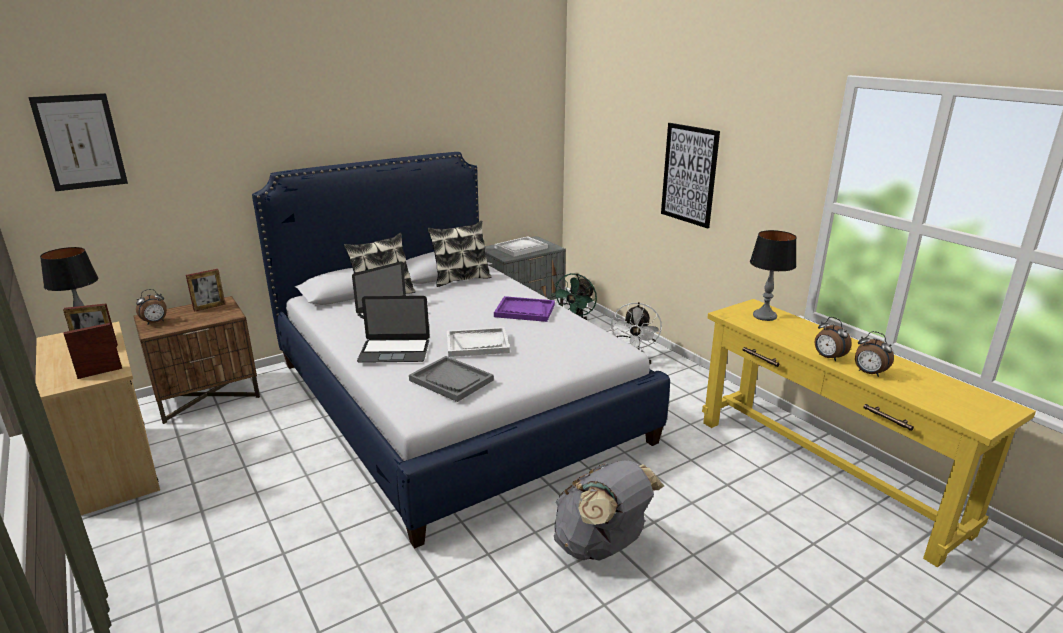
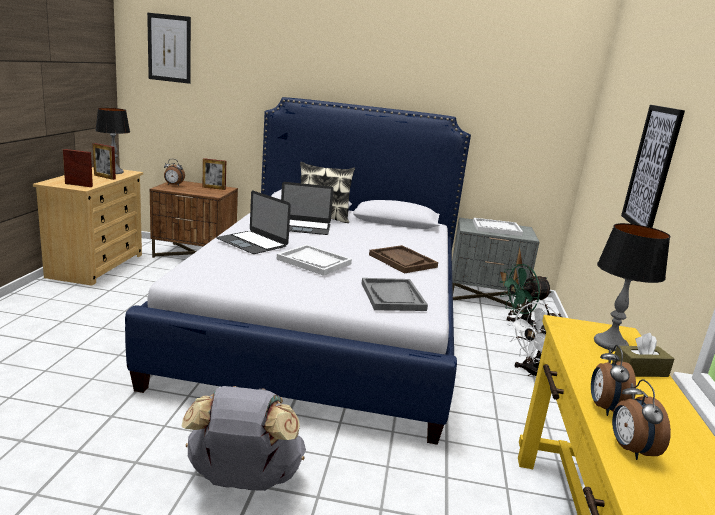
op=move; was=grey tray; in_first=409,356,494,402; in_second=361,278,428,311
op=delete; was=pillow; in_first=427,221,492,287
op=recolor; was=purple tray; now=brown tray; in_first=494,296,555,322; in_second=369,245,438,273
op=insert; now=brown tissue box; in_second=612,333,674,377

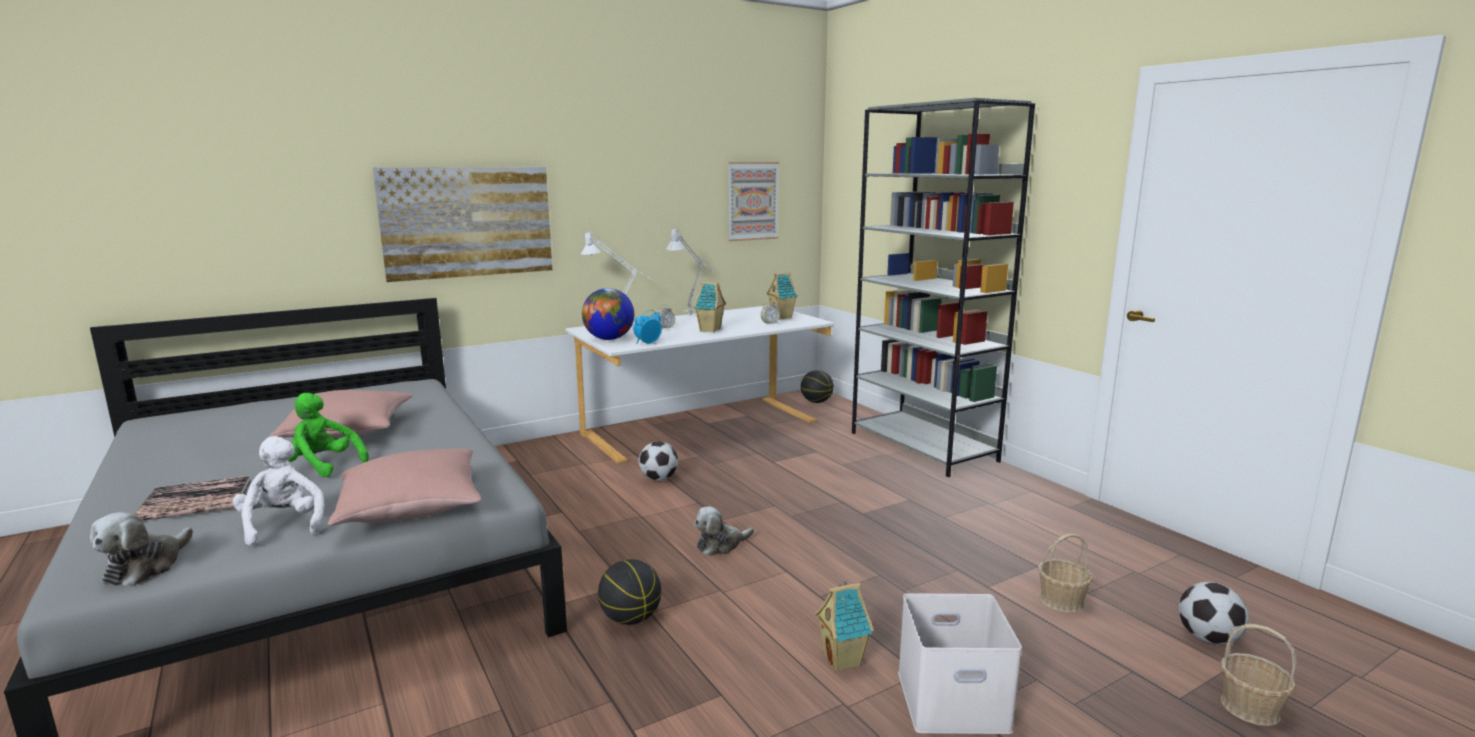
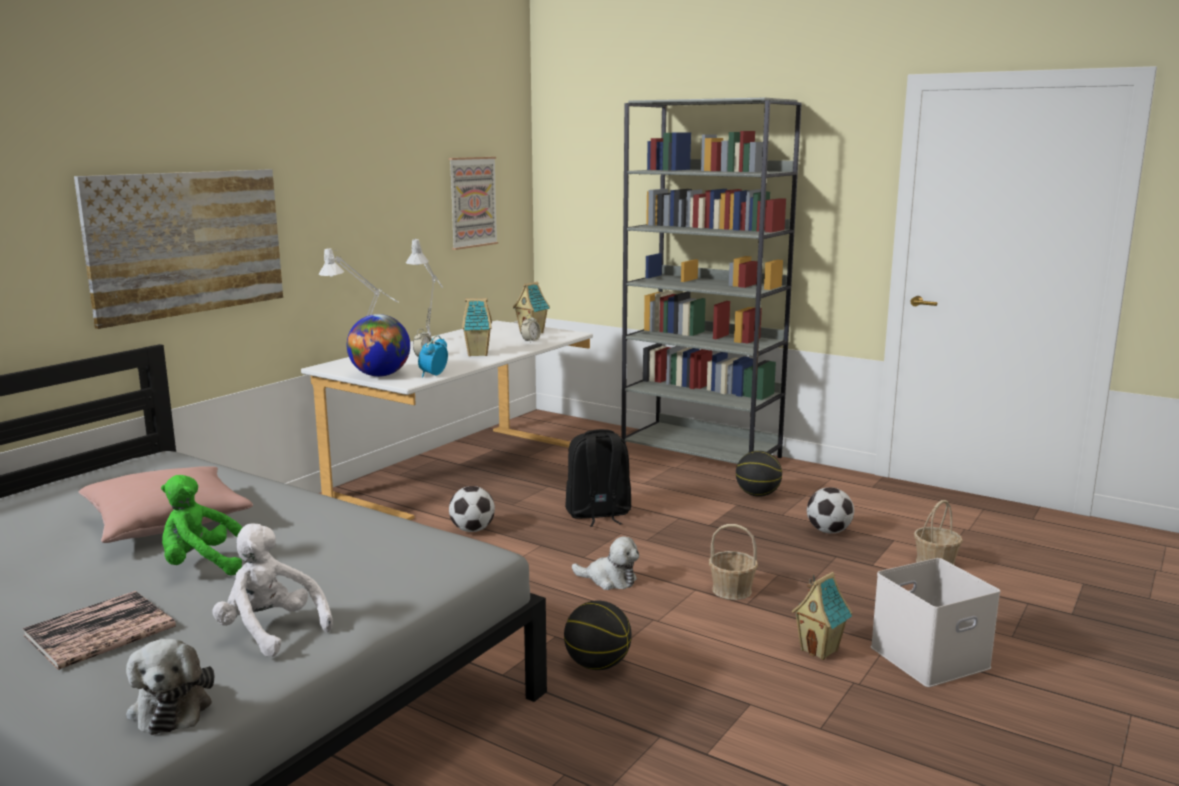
op=delete; was=pink pillow; in_first=328,449,482,526
op=rotate; was=plush toy; in_first=694,507,754,556; in_second=572,536,639,590; clockwise=-105
op=move; was=basketball; in_first=801,370,834,403; in_second=736,451,782,497
op=move; was=football; in_first=1179,582,1249,645; in_second=807,487,854,534
op=move; was=basket; in_first=1220,624,1297,726; in_second=709,524,758,600
op=insert; now=black backpack; in_second=565,429,631,527

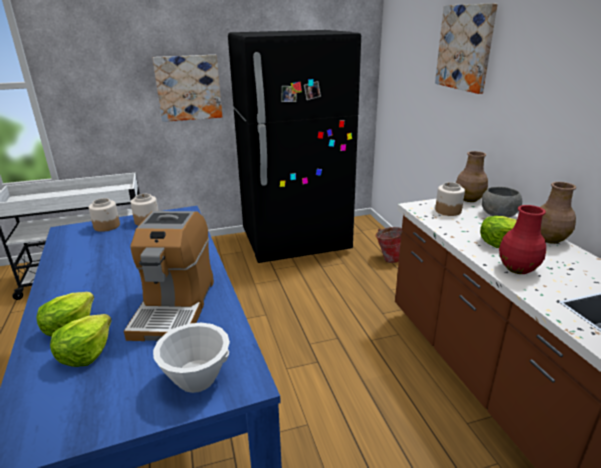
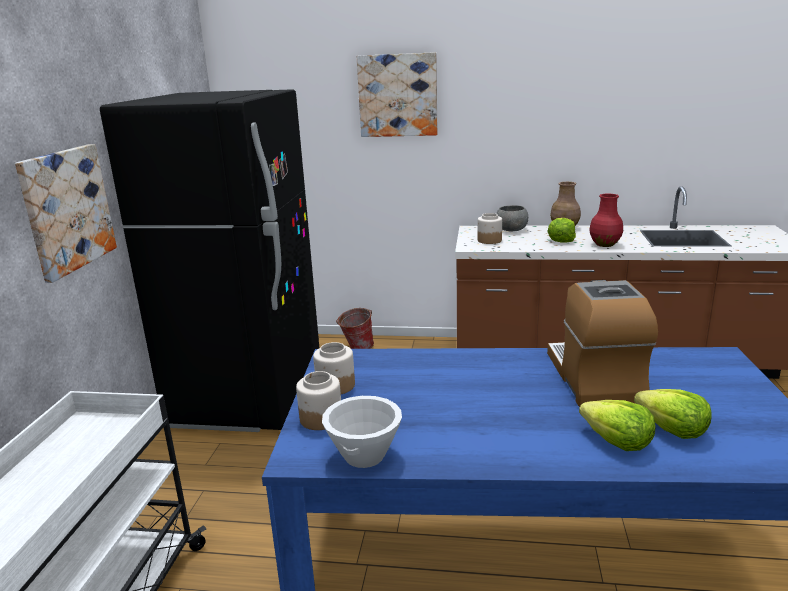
op=rotate; was=coffee machine; in_first=124,211,214,341; in_second=547,280,658,407; clockwise=-120
op=move; was=white bowl; in_first=153,323,230,393; in_second=322,396,402,468
op=delete; was=brown vase; in_first=456,151,488,202

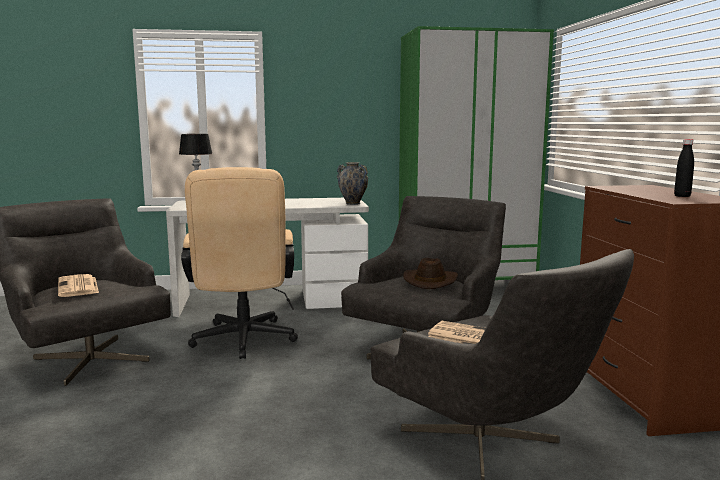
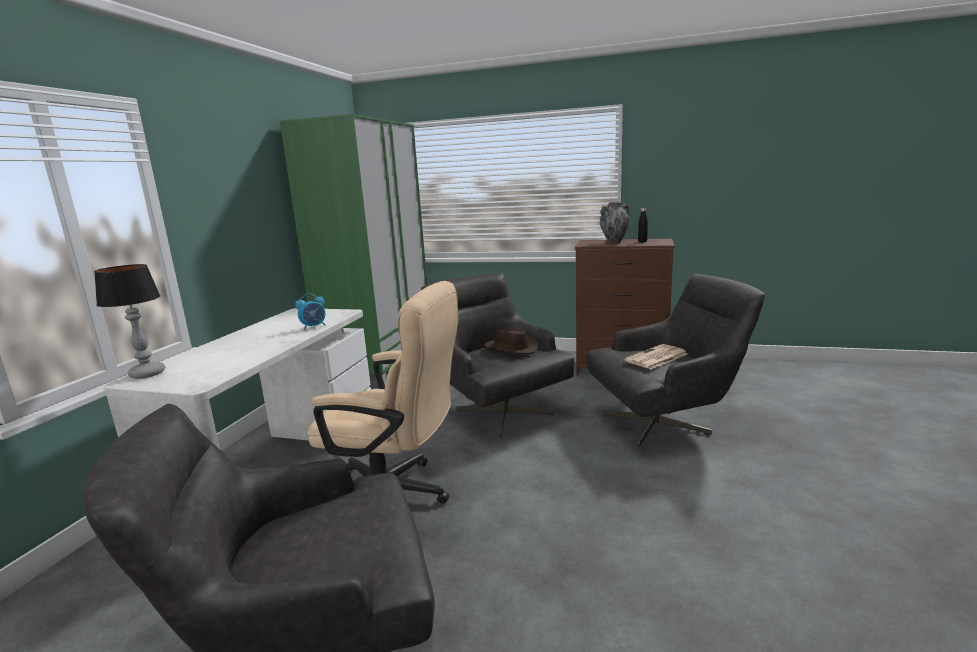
op=delete; was=newspaper; in_first=58,274,99,297
op=move; was=vase; in_first=337,162,368,205; in_second=600,202,630,244
op=insert; now=alarm clock; in_second=295,293,326,330

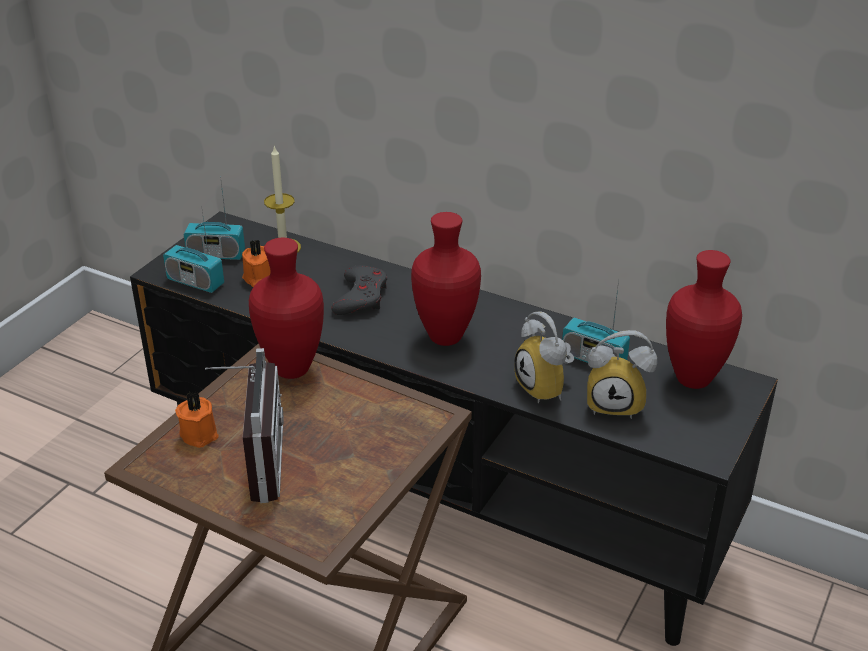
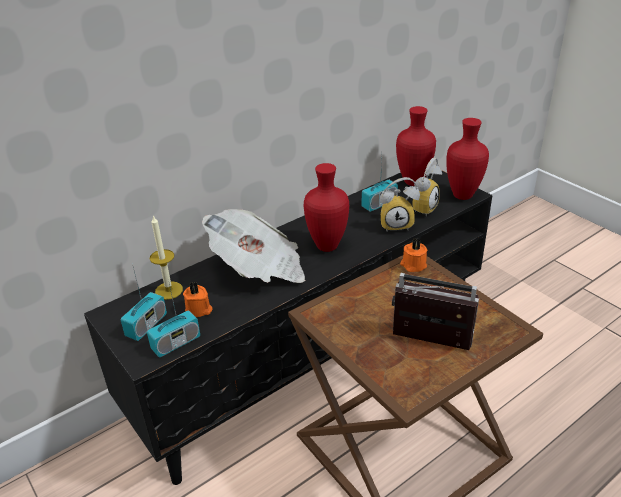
op=move; was=orange candle; in_first=175,391,219,448; in_second=400,238,427,272
op=move; was=red vase; in_first=249,238,324,379; in_second=446,118,489,200
op=replace; was=grey game controller; now=newspaper; in_first=331,265,387,315; in_second=202,209,305,283

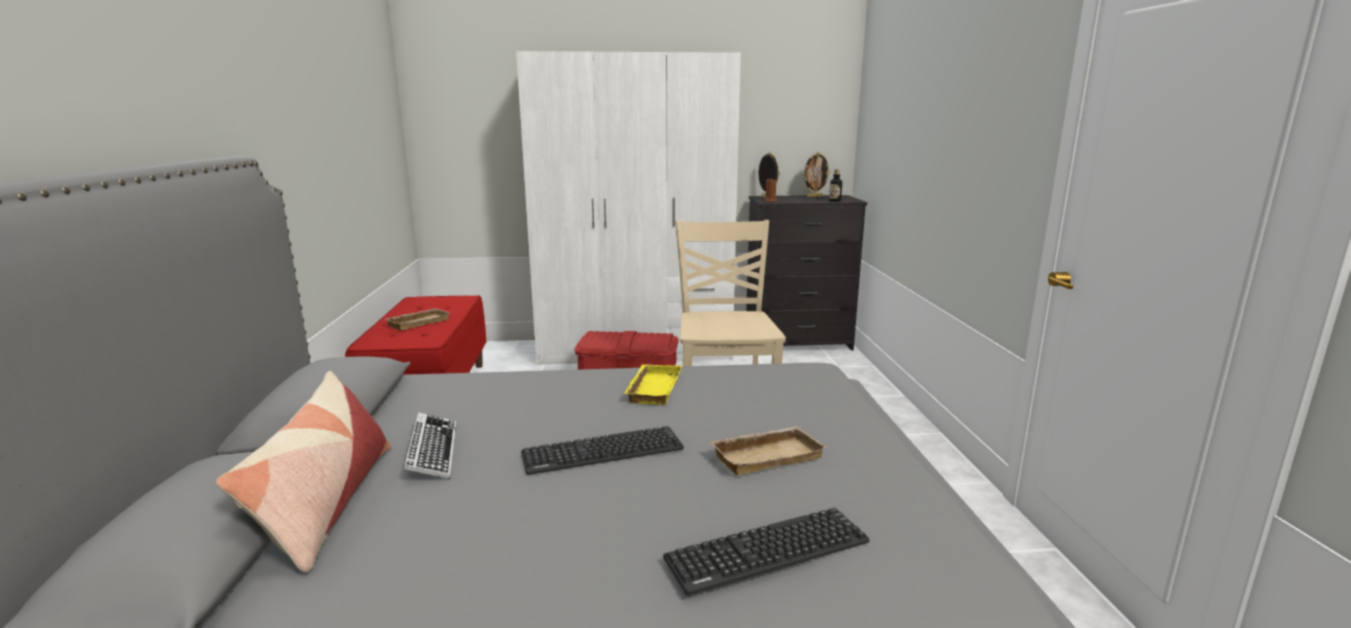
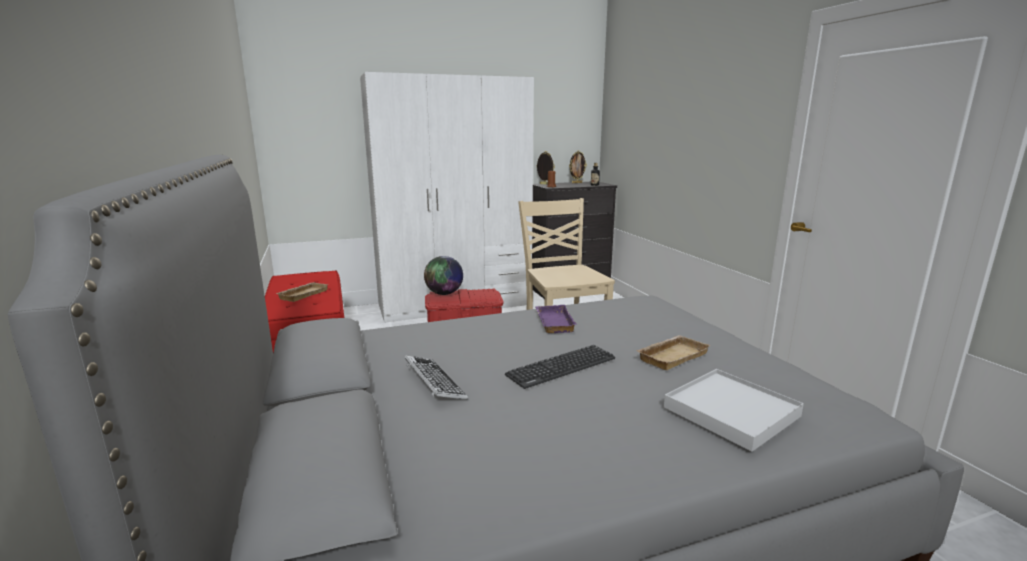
op=delete; was=pillow; in_first=216,371,391,573
op=recolor; was=yellow tray; now=purple tray; in_first=624,364,682,405; in_second=535,305,576,333
op=replace; was=keyboard; now=white tray; in_first=663,508,870,595; in_second=664,369,804,452
op=insert; now=globe; in_second=424,256,463,295

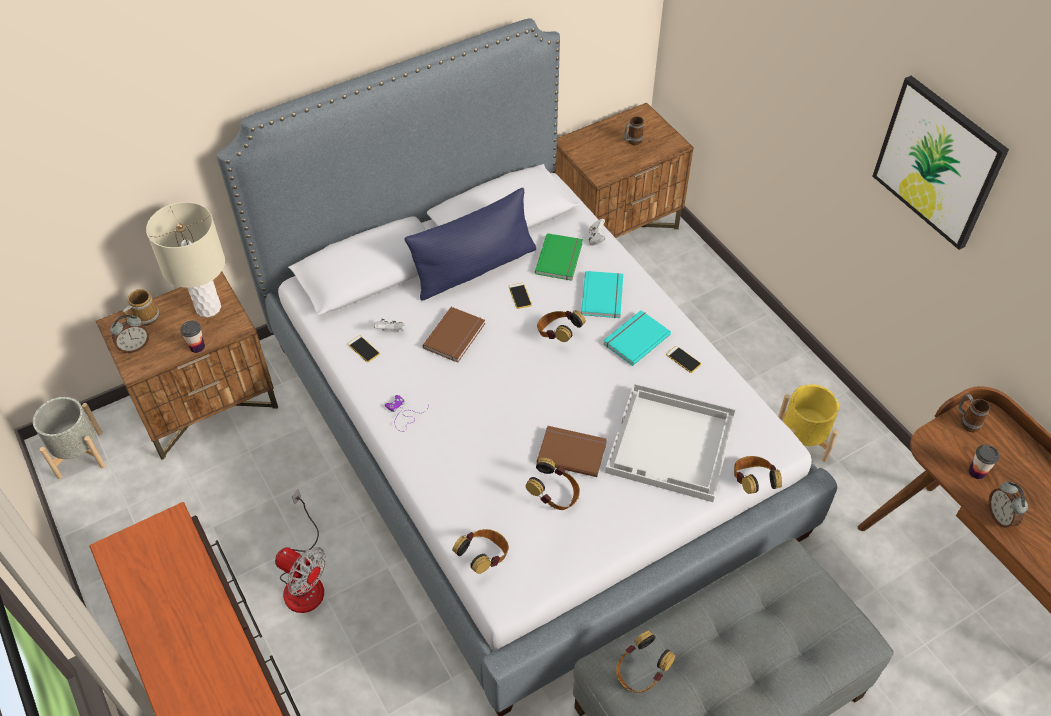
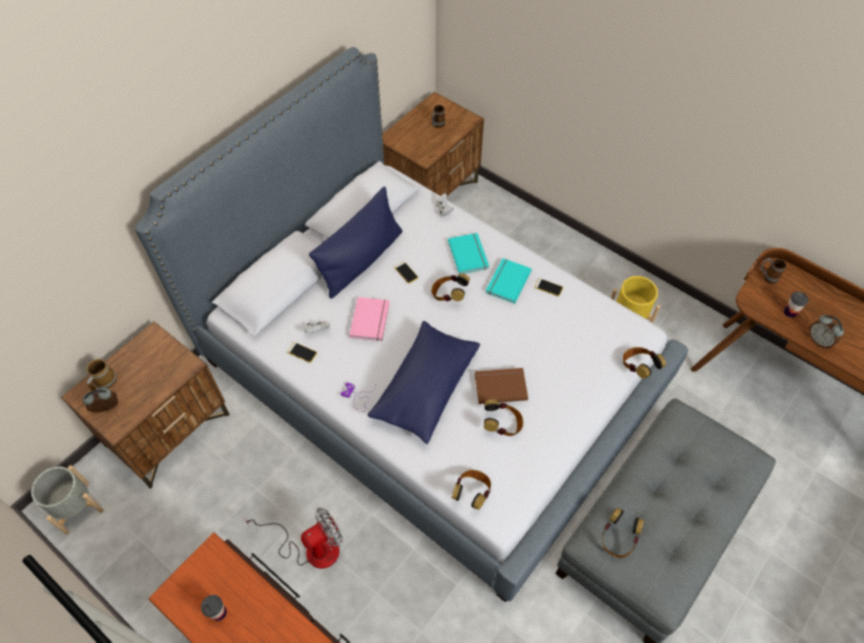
op=rotate; was=alarm clock; in_first=110,315,149,353; in_second=83,388,118,413; clockwise=-150
op=delete; was=beige table lamp; in_first=146,202,225,317
op=move; was=cup; in_first=180,321,205,353; in_second=201,595,227,621
op=rotate; was=fan; in_first=275,489,326,613; in_second=243,508,342,569; clockwise=-45
op=recolor; was=brown book; now=pink book; in_first=423,307,485,363; in_second=349,297,389,341
op=delete; was=green book; in_first=535,233,583,281
op=delete; was=white tray; in_first=605,383,737,502
op=delete; was=picture; in_first=872,76,1009,250
op=insert; now=blue pillow; in_second=367,321,480,444

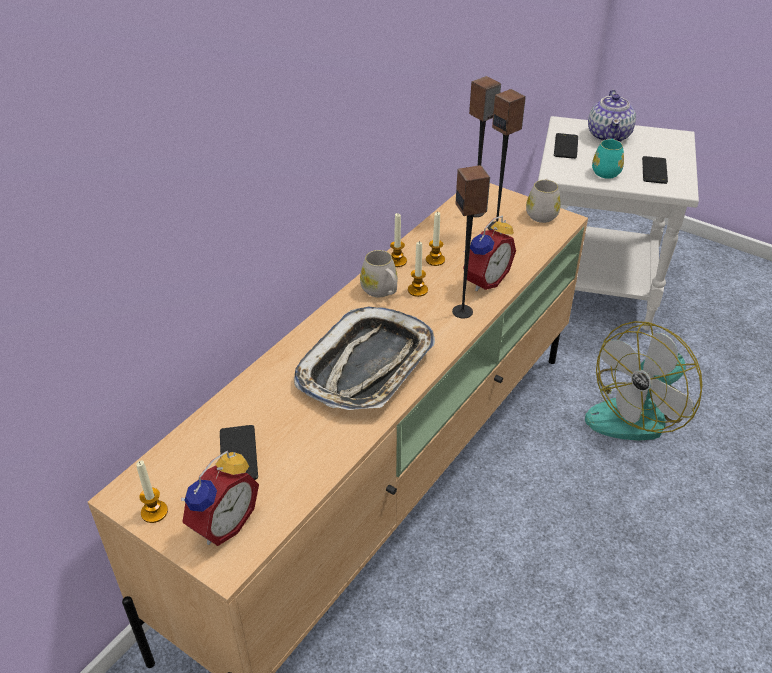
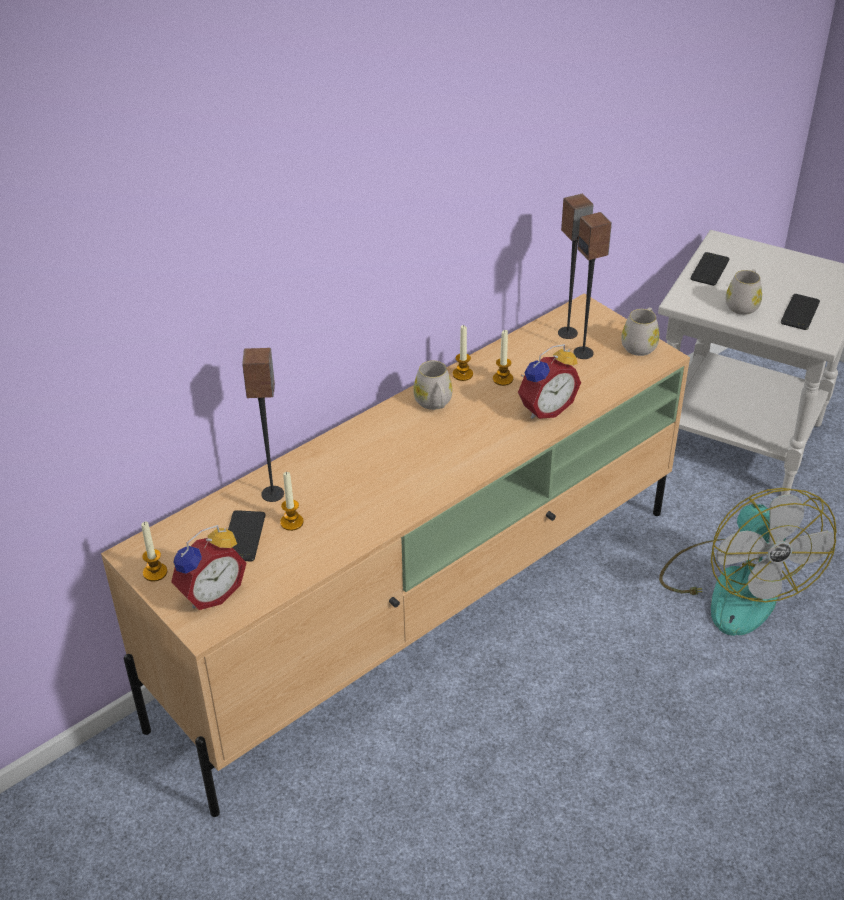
op=delete; was=tray; in_first=294,307,435,410
op=move; was=candle; in_first=408,241,428,297; in_second=280,472,304,531
op=move; was=speaker; in_first=452,165,490,319; in_second=242,348,284,502
op=rotate; was=fan; in_first=585,321,703,441; in_second=659,488,837,636; clockwise=-75
op=delete; was=teapot; in_first=588,90,636,142
op=recolor; was=turquoise mug; now=white mug; in_first=592,139,624,179; in_second=726,269,762,315

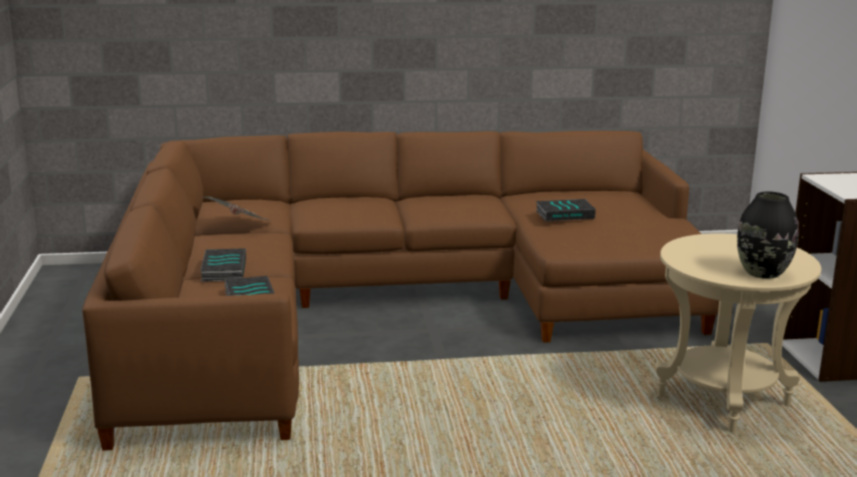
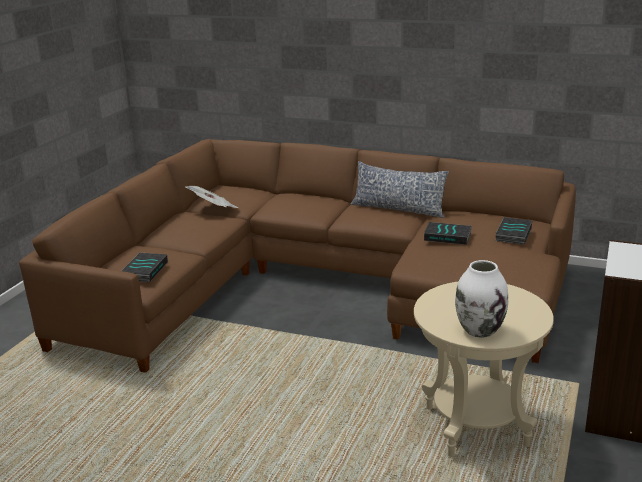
op=move; was=book; in_first=200,248,246,282; in_second=495,217,532,245
op=recolor; was=black vase; now=white vase; in_first=737,191,799,279; in_second=455,260,508,338
op=insert; now=pillow; in_second=350,161,449,218

